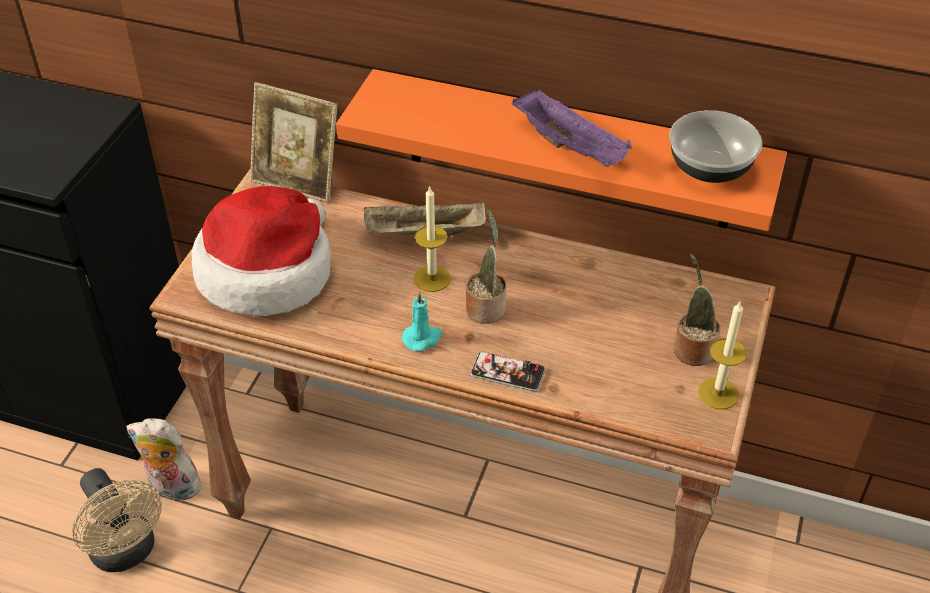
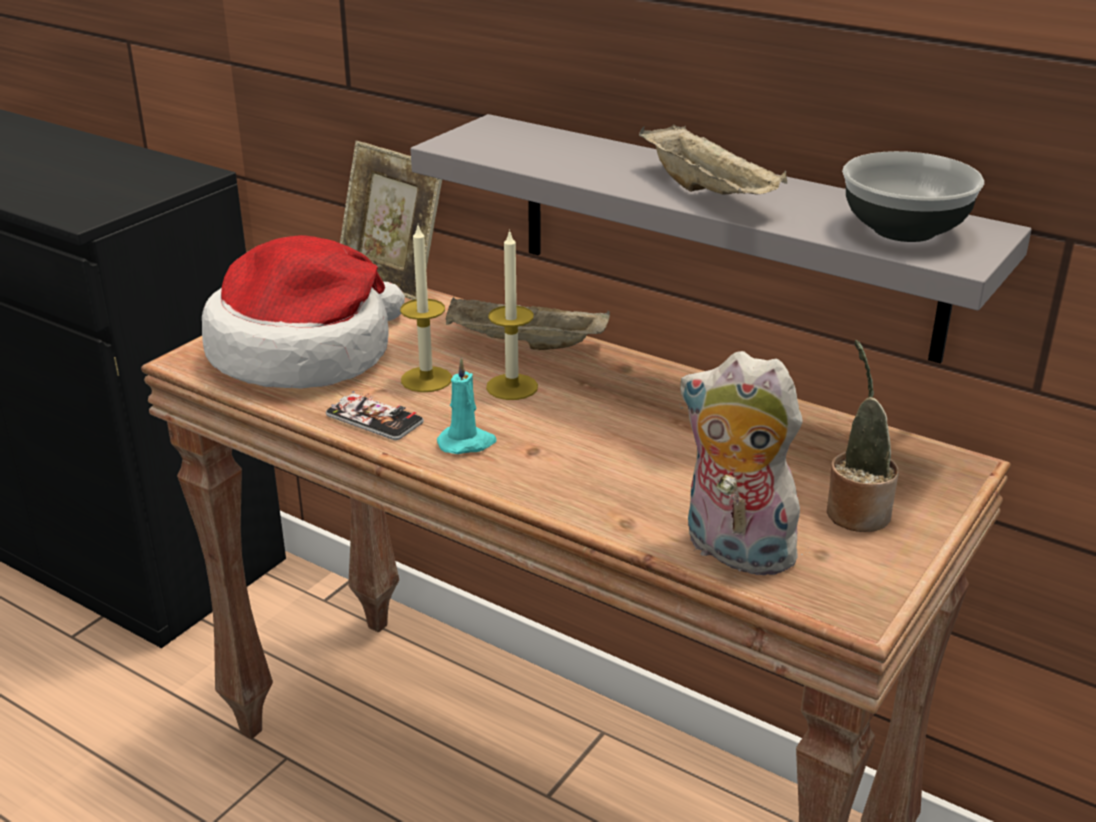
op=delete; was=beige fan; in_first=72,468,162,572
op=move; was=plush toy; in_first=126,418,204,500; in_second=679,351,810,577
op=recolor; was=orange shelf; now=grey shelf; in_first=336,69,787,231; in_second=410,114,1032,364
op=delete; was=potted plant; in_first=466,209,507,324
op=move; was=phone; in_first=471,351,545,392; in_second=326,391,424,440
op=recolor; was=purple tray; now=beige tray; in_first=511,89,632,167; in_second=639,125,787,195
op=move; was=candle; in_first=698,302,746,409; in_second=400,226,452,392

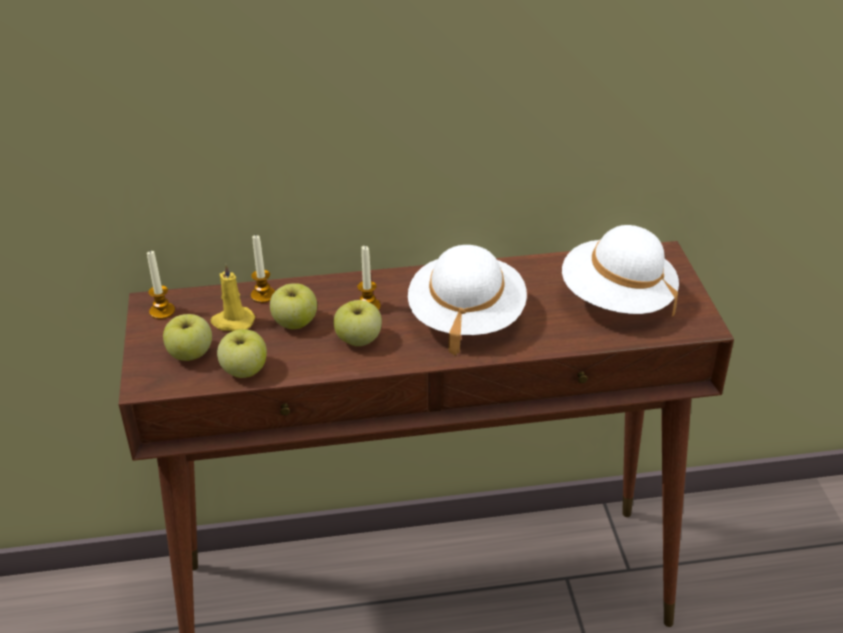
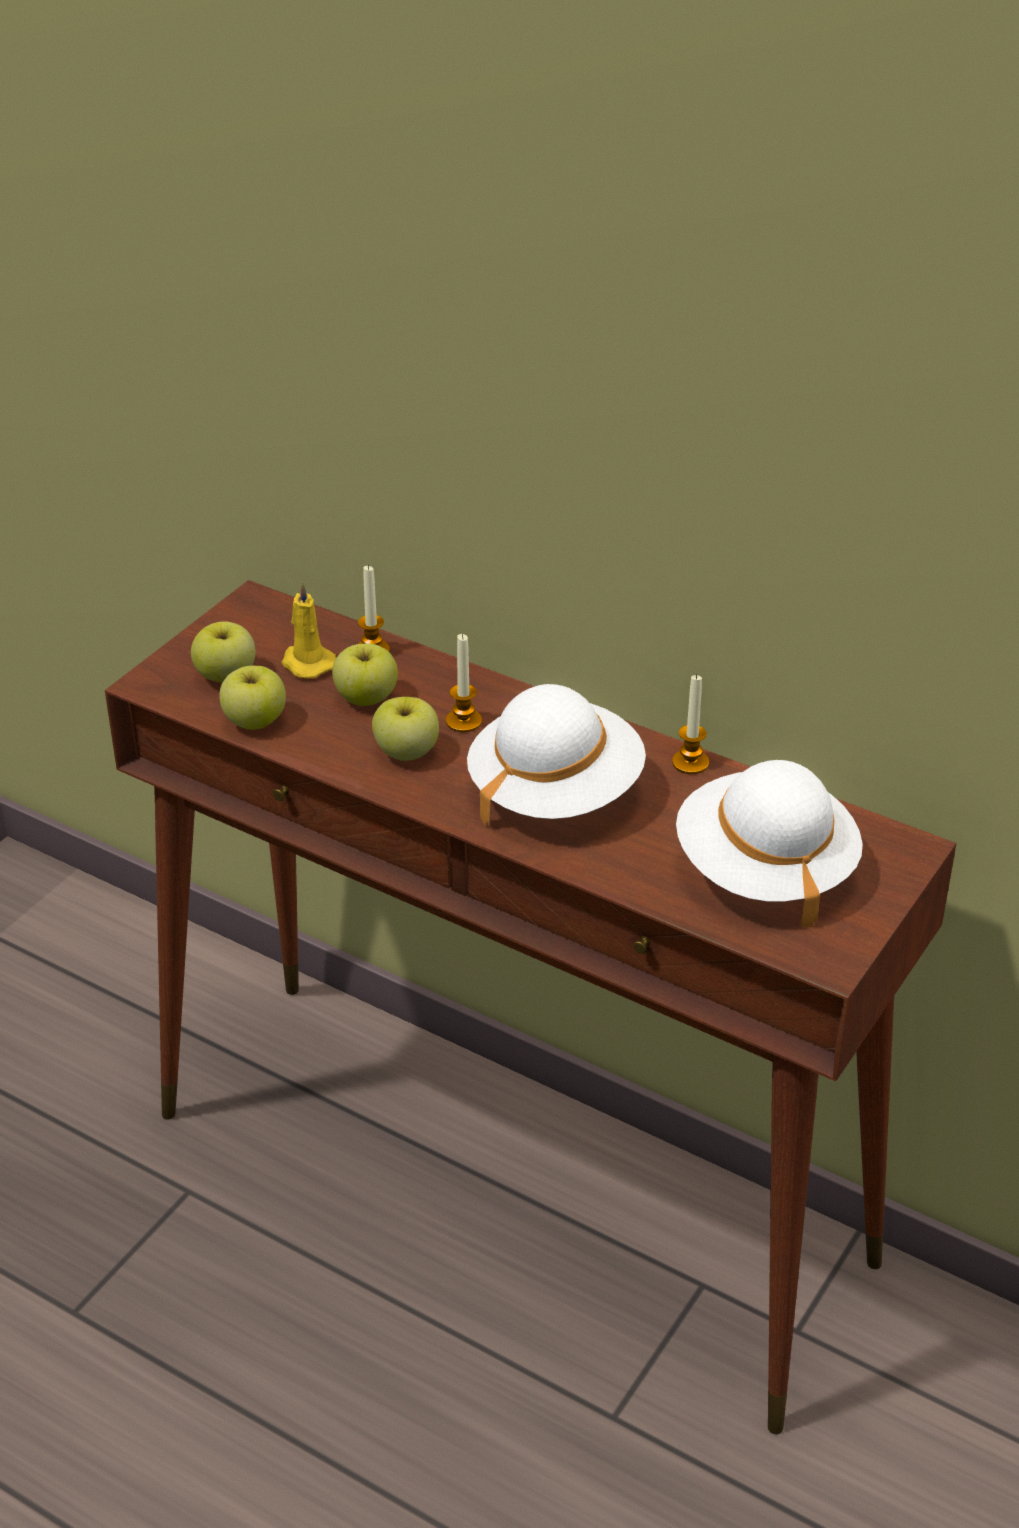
op=move; was=candle; in_first=147,251,175,319; in_second=672,674,709,774

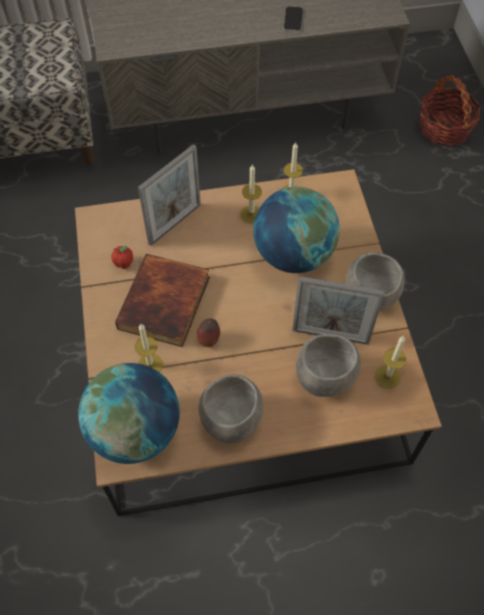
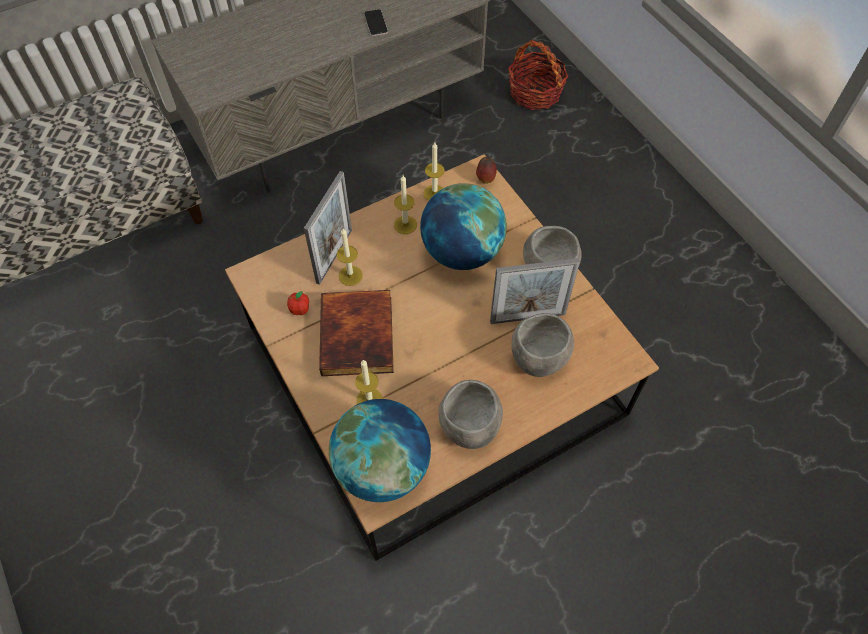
op=move; was=apple; in_first=196,319,220,347; in_second=476,157,497,184
op=move; was=candle; in_first=375,336,406,389; in_second=337,228,363,286

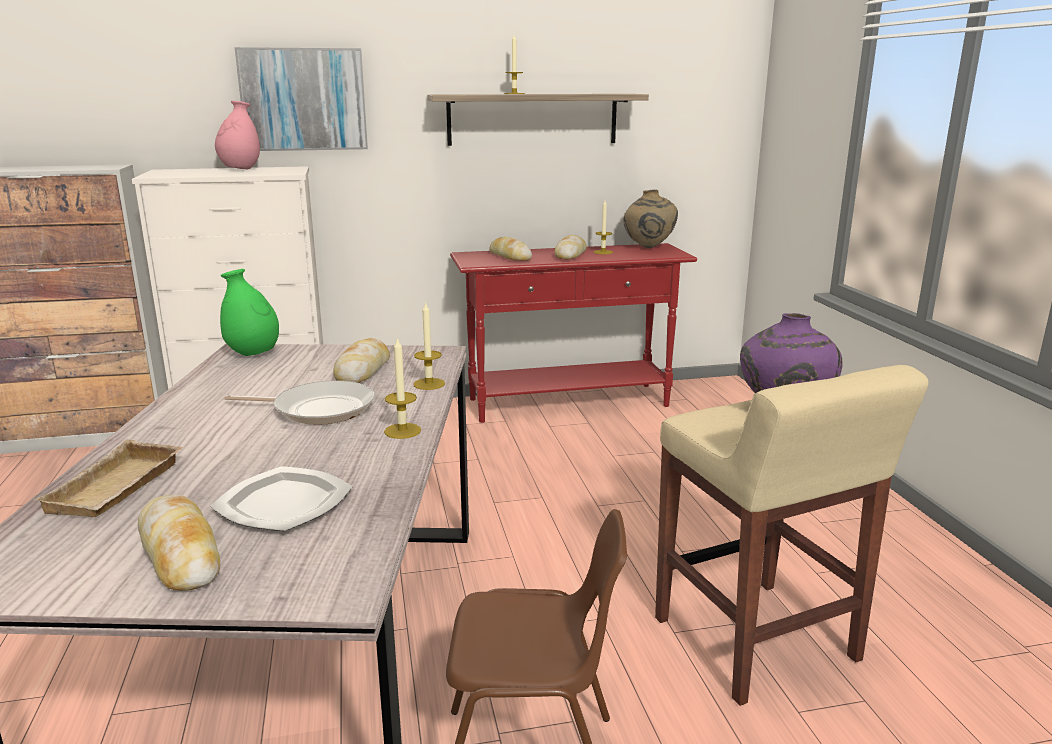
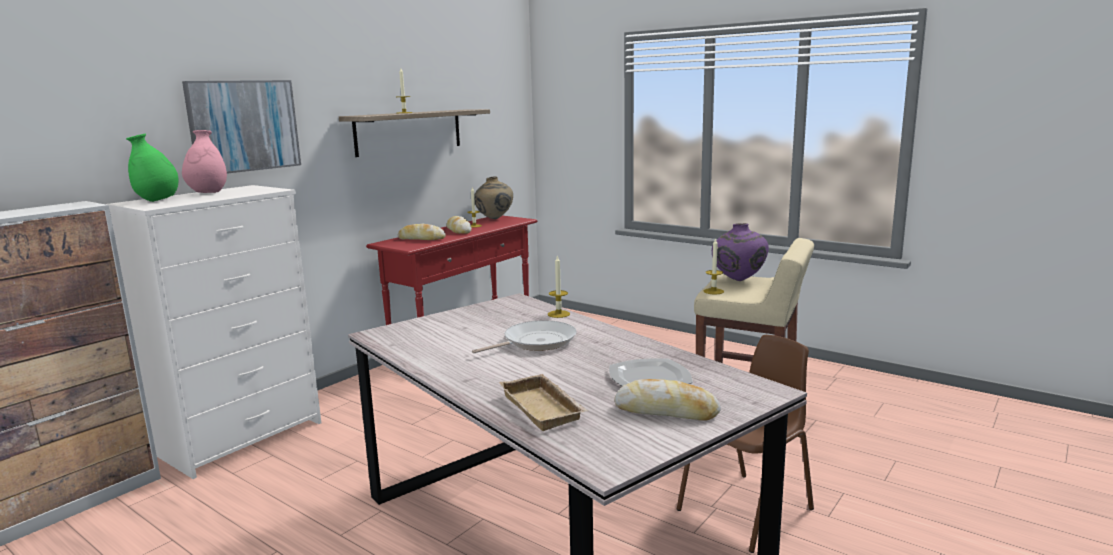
op=move; was=green vase; in_first=220,269,279,356; in_second=126,133,178,202
op=delete; was=bread; in_first=333,338,390,383
op=move; was=candle; in_first=384,337,421,439; in_second=704,238,724,294

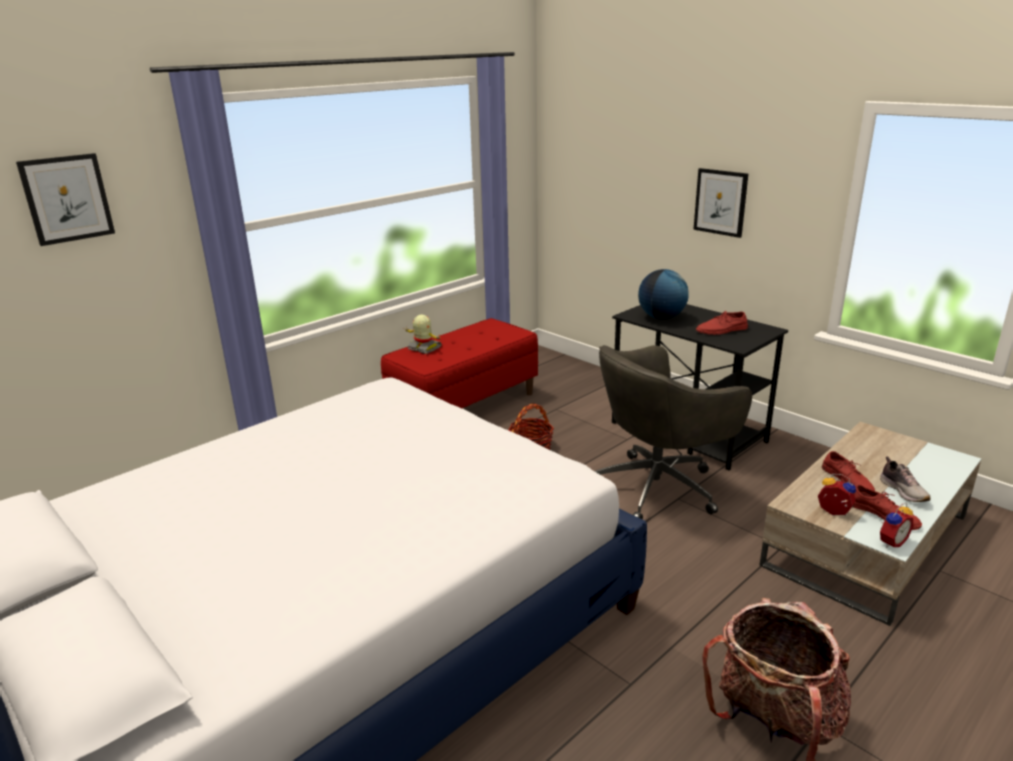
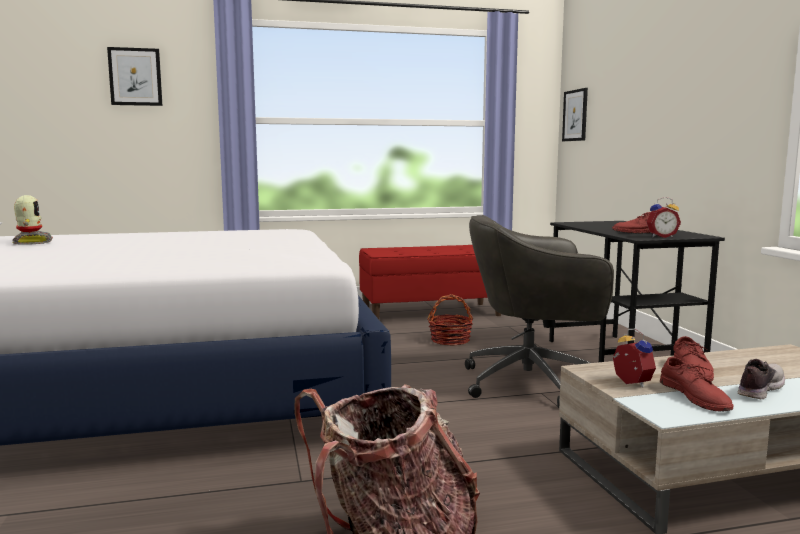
op=move; was=toy robot; in_first=405,315,442,354; in_second=13,195,53,245
op=delete; was=globe; in_first=638,269,689,319
op=move; was=picture; in_first=693,168,748,238; in_second=562,88,588,141
op=rotate; was=shoe; in_first=880,456,930,502; in_second=738,359,785,399; clockwise=-150
op=move; was=alarm clock; in_first=880,503,913,548; in_second=646,197,681,238

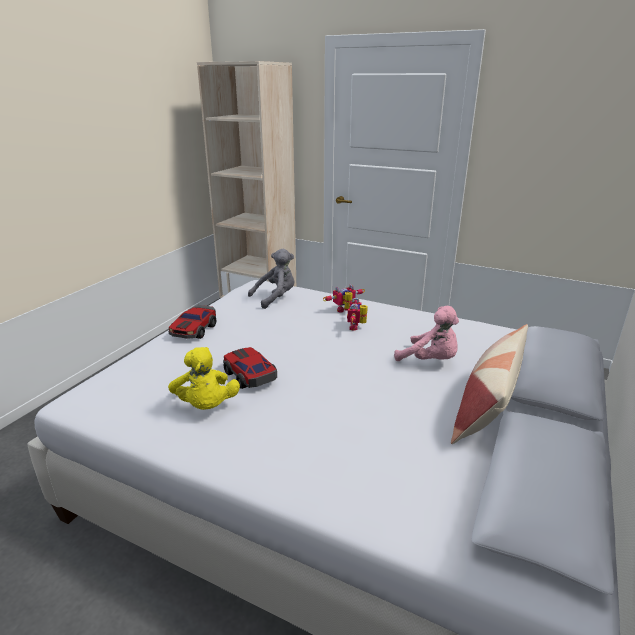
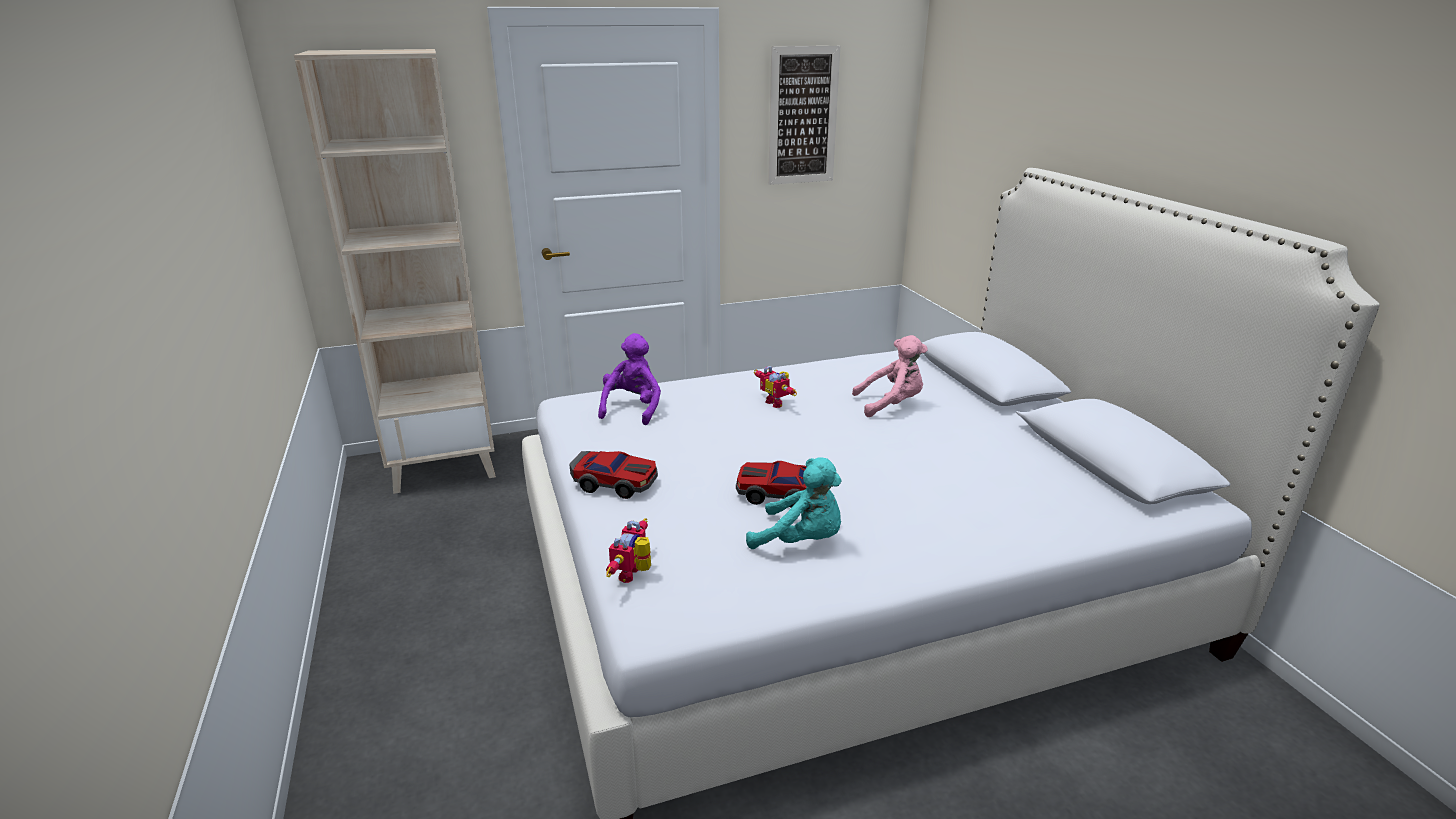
op=rotate; was=toy car; in_first=168,305,216,339; in_second=569,451,658,499; clockwise=-45
op=recolor; was=yellow plush toy; now=turquoise plush toy; in_first=168,347,240,410; in_second=746,457,841,549
op=recolor; was=grey plush toy; now=purple plush toy; in_first=248,249,294,309; in_second=598,333,661,425
op=move; was=toy robot; in_first=323,284,365,313; in_second=606,518,651,583
op=delete; was=pillow; in_first=451,324,528,444
op=insert; now=picture; in_second=768,46,840,185

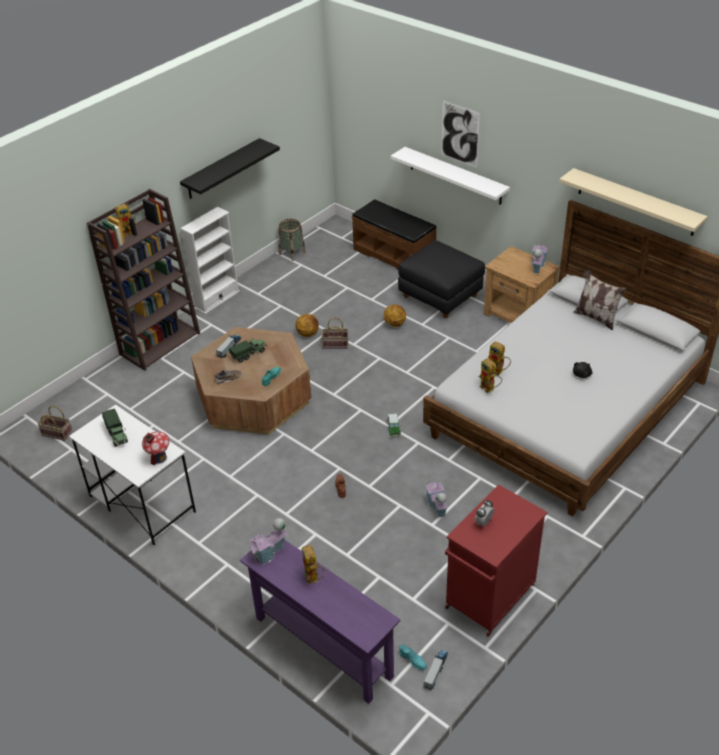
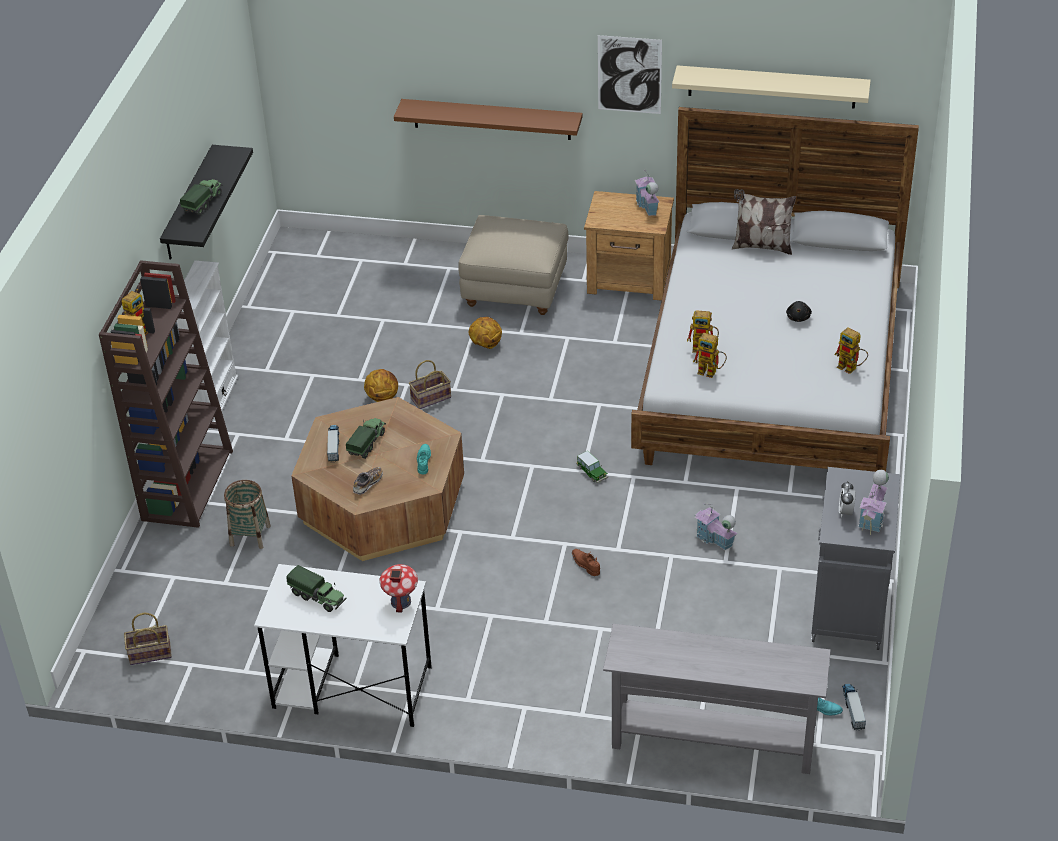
op=recolor; was=purple console table; now=grey console table; in_first=240,532,401,704; in_second=603,624,831,774
op=move; was=toy house; in_first=248,518,288,565; in_second=858,470,889,535
op=move; was=basket; in_first=279,219,306,261; in_second=224,480,271,549
op=move; was=toy robot; in_first=302,545,325,584; in_second=834,327,868,374
op=delete; was=brown bench; in_first=352,199,437,269
op=recolor; was=white shelf; now=brown shelf; in_first=391,147,510,205; in_second=394,99,583,140
op=recolor; was=black ottoman; now=beige ottoman; in_first=398,240,485,318; in_second=458,215,568,315
op=move; was=picture; in_first=441,100,480,168; in_second=598,35,662,114
op=recolor; was=red cabinet; now=grey cabinet; in_first=445,485,547,637; in_second=811,467,900,650
op=insert; now=toy truck; in_second=180,179,223,215

